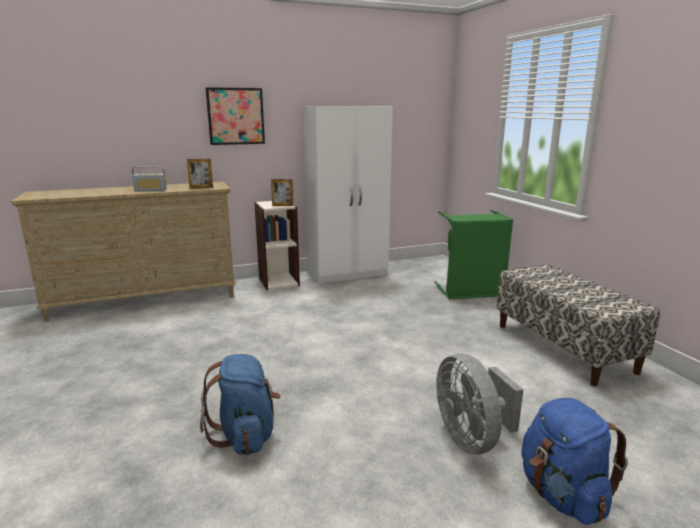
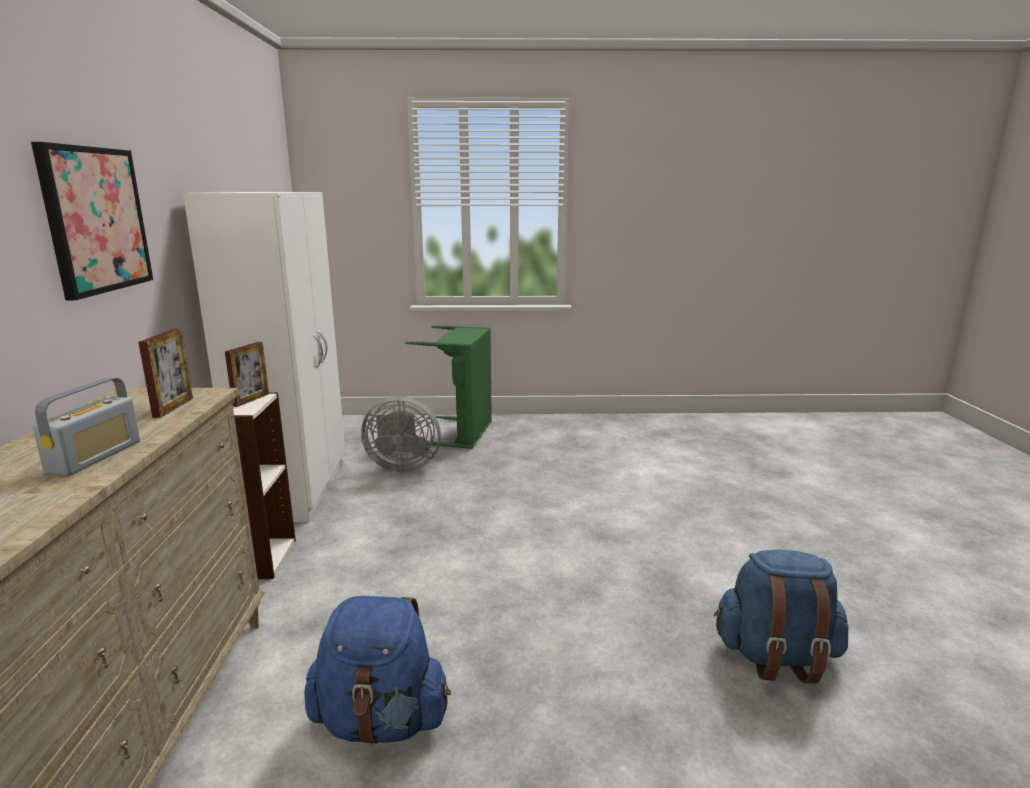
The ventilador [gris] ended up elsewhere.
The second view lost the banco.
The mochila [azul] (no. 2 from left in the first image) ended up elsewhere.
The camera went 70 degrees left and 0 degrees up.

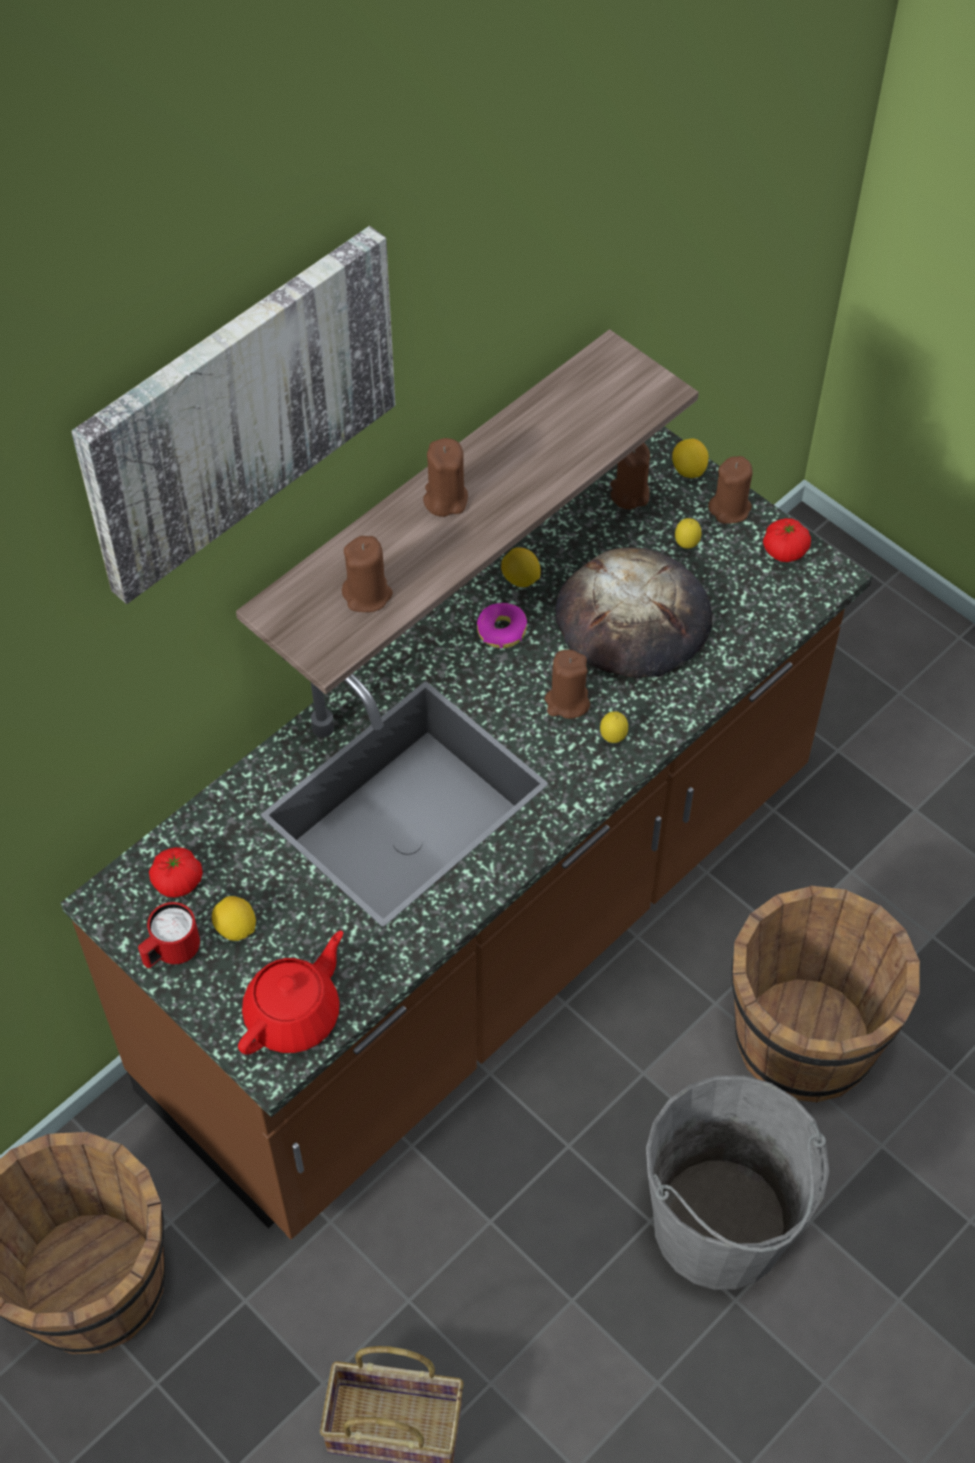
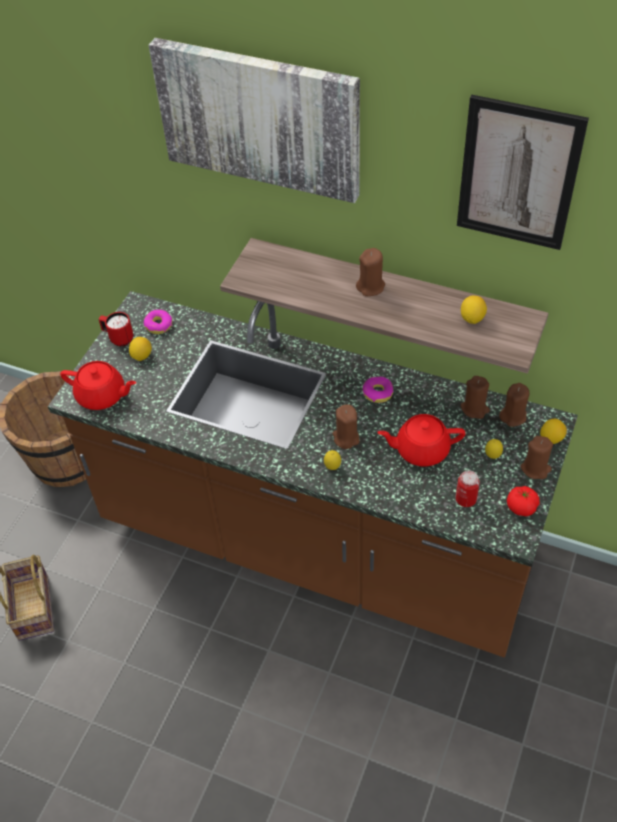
Where the tomate (no. 1 from left) stood, the rosquilla (no. 1 from left) came to stand.
The vela [marrón] (no. 1 from left in the first image) ended up elsewhere.
The limón (no. 2 from left in the first image) ended up elsewhere.
Where the pan stood, the tetera [rojo] (no. 2 from left) came to stand.
The second view lost the cubo [gris].
The second view lost the cubo [marrón] (no. 2 from left).
The second view gained the lata.
The second view gained the cuadro (no. 2 from left).
The camera went 70 degrees right and 5 degrees down.

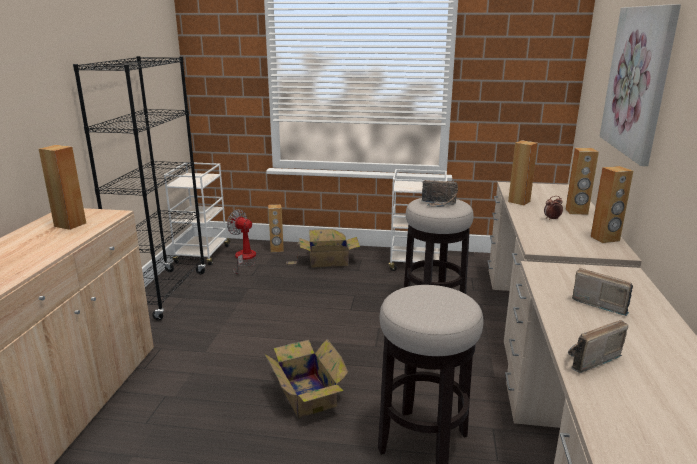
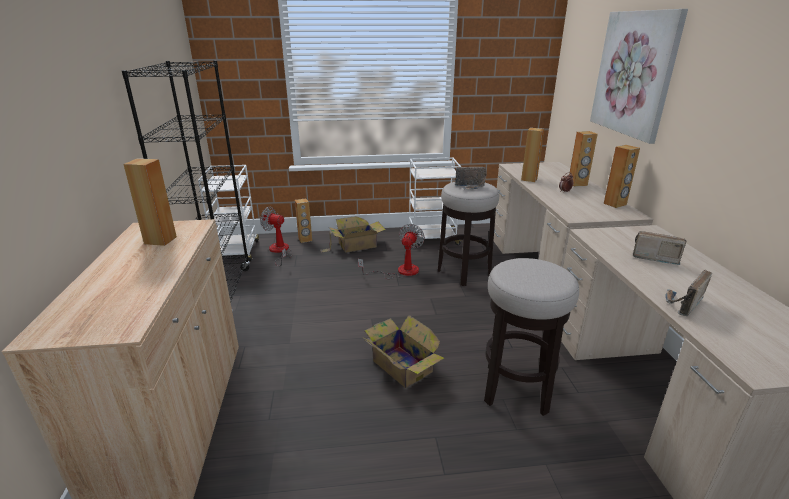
The second view gained the ventilador (no. 2 from left).
The camera went 15 degrees left and 5 degrees up.

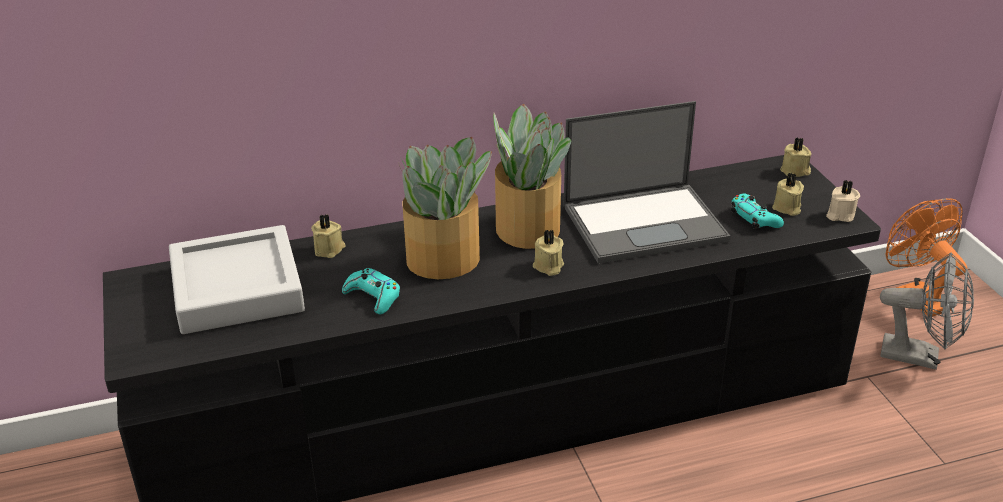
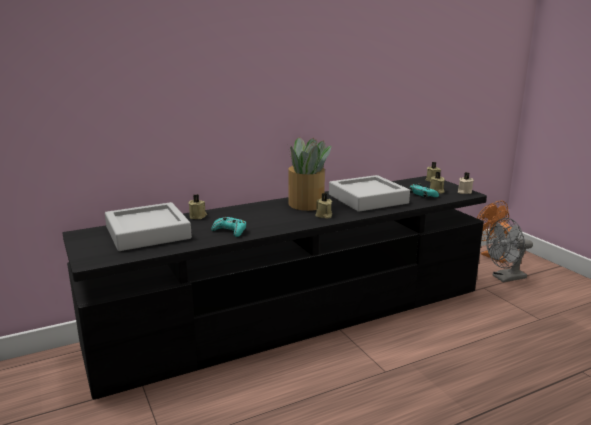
The second view lost the planta en maceta (no. 1 from left).
Where the portátil stood, the bandeja [gris] (no. 2 from left) came to stand.
The ventilador [gris] ended up facing another way, 150 degrees clockwise from before.
The camera went 10 degrees left and 15 degrees down.

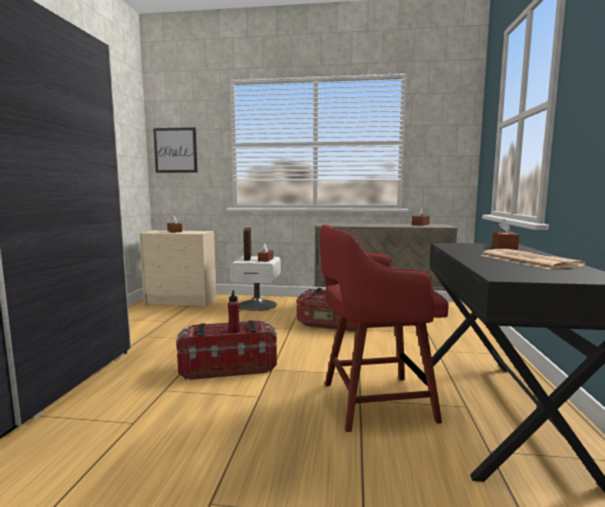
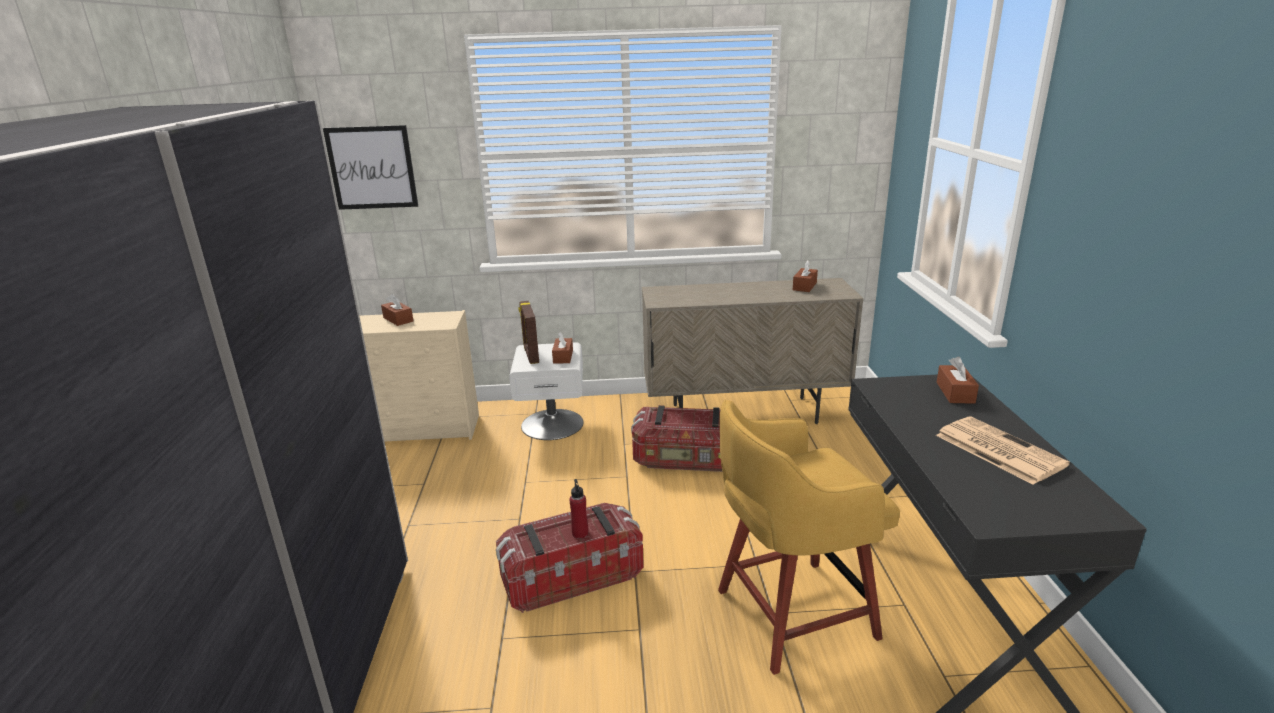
What was the taburete [rojo] turned into the taburete [amarillo].
The camera went 10 degrees left and 15 degrees up.

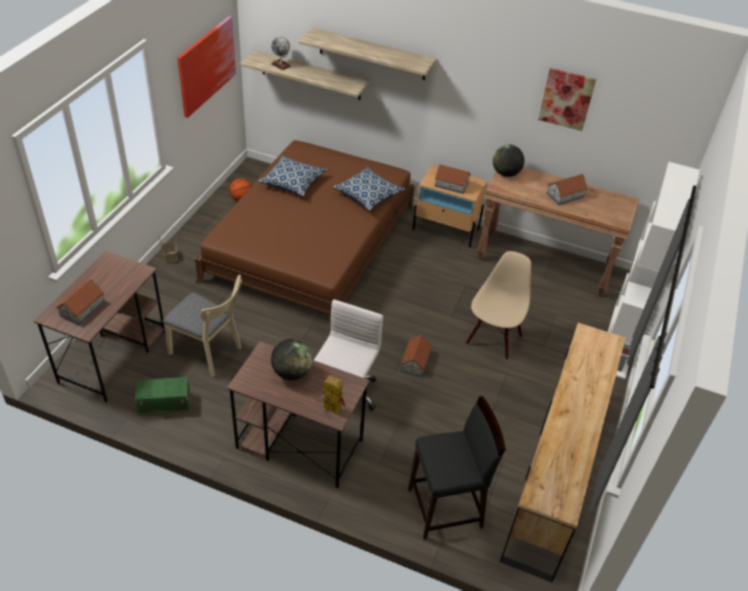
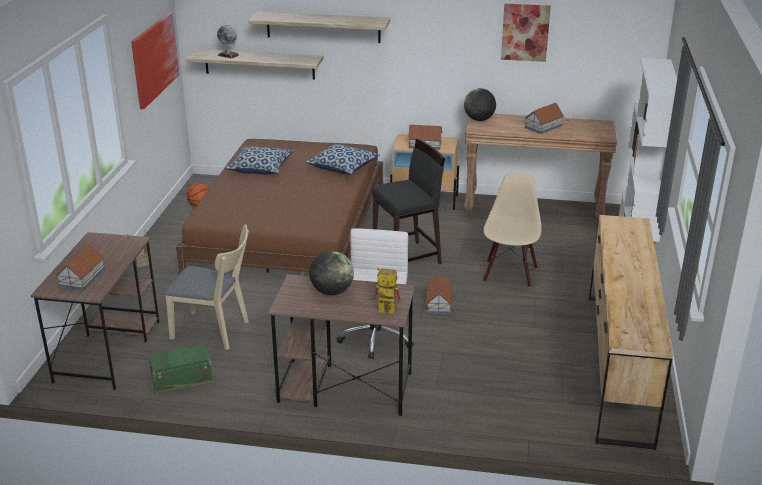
The taburete [negro] ended up elsewhere.
The camera went 10 degrees left and 15 degrees down.

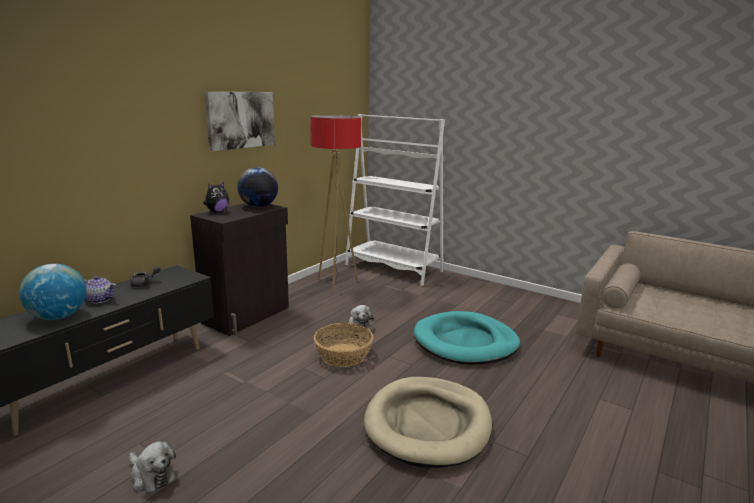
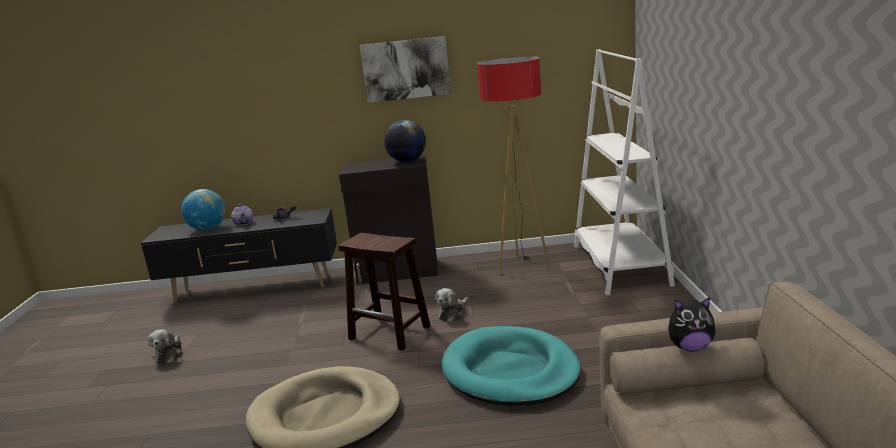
The peluche (no. 2 from left in the first image) ended up elsewhere.
Where the cesta stood, the taburete [marrón] came to stand.
The camera went 55 degrees right and 0 degrees up.

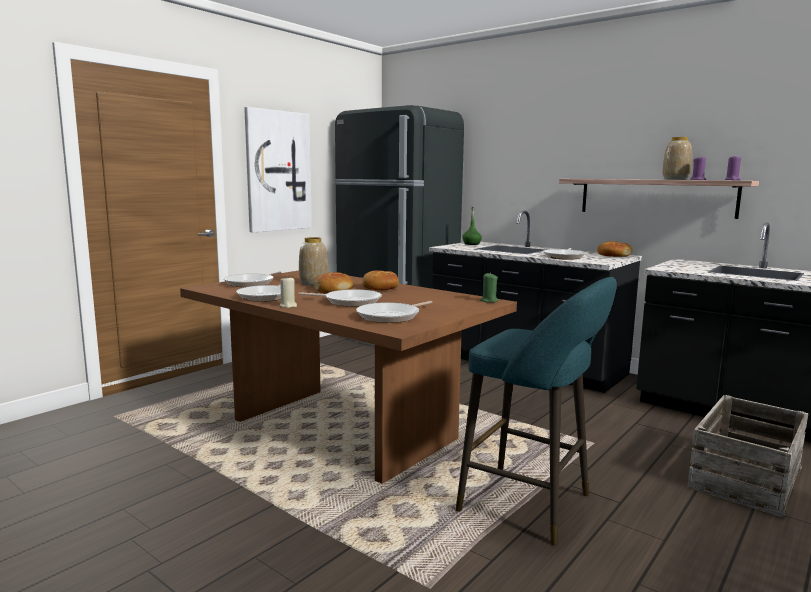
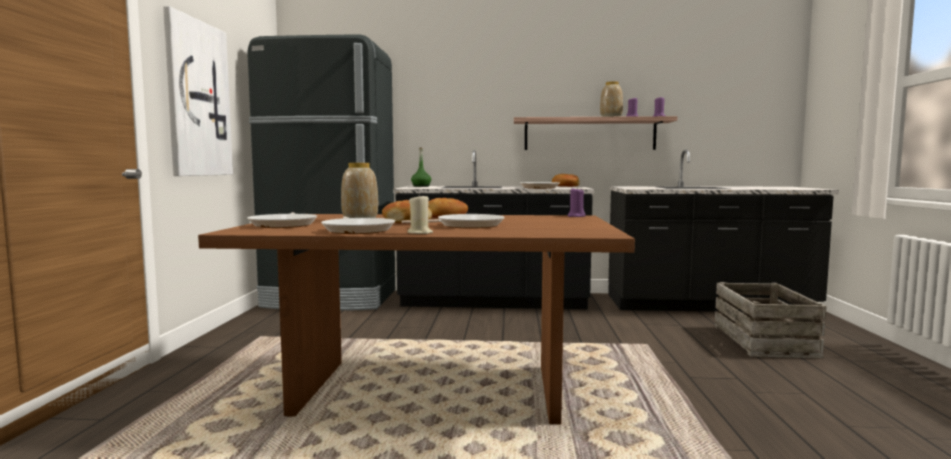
The second view lost the sartén (no. 4 from left).
The second view lost the taburete [turquesa].
What was the vela [verde] turned into the vela [morado] (no. 1 from left).
The camera went 35 degrees left and 5 degrees down.

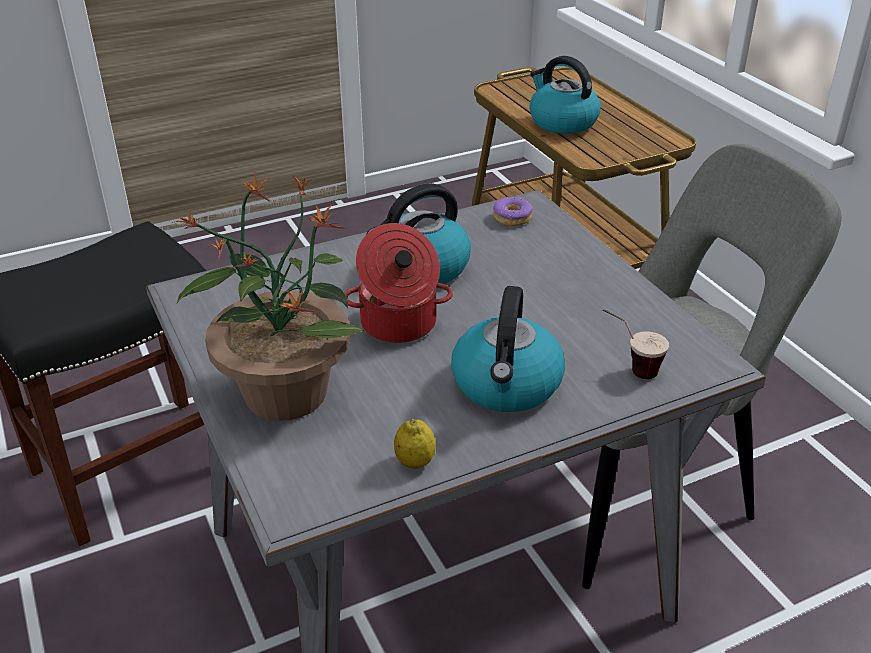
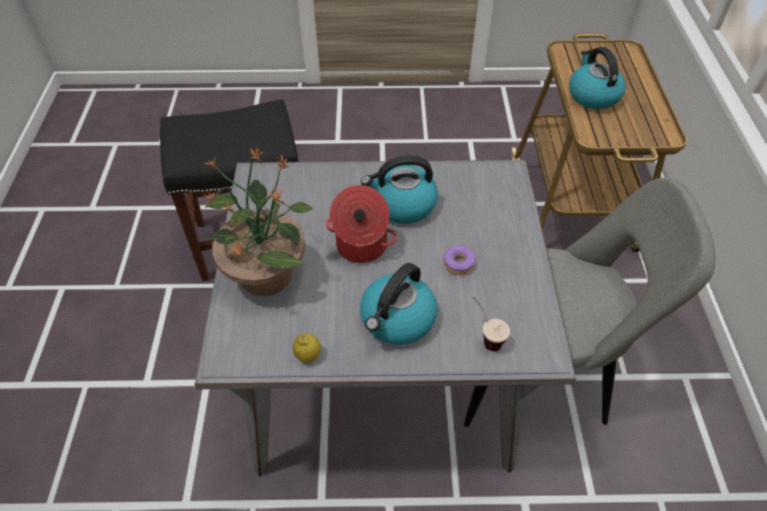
The rosquilla ended up elsewhere.
The camera went 25 degrees right and 15 degrees up.

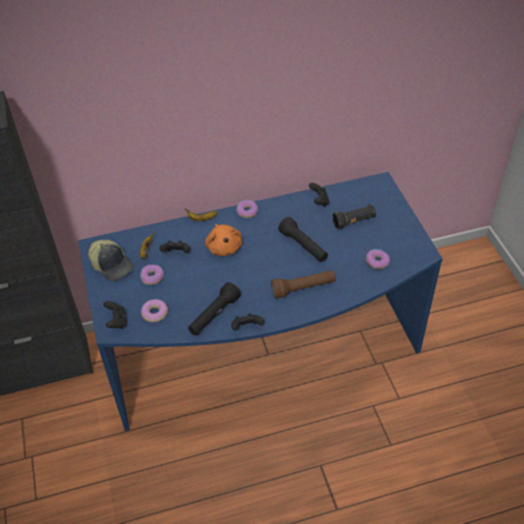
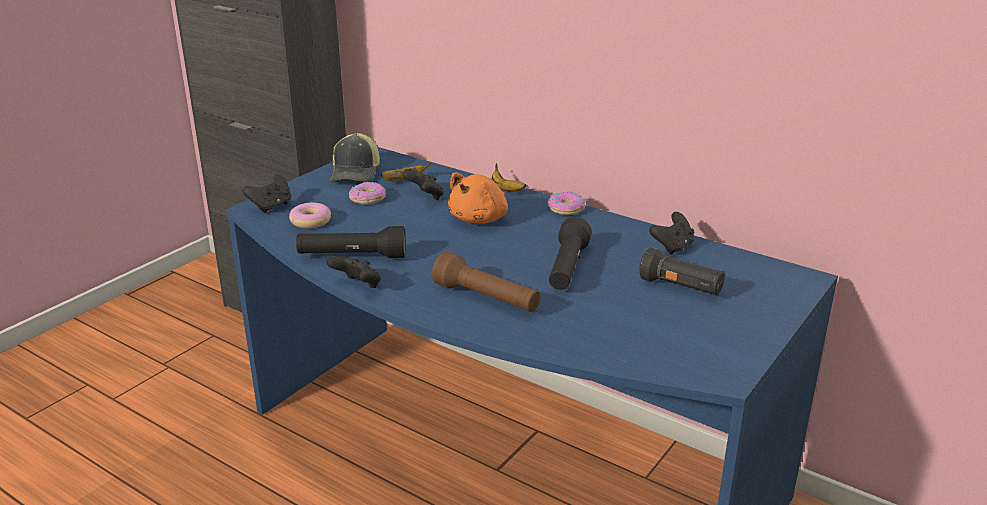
The second view lost the rosquilla (no. 4 from left).
The camera went 50 degrees right and 20 degrees down.

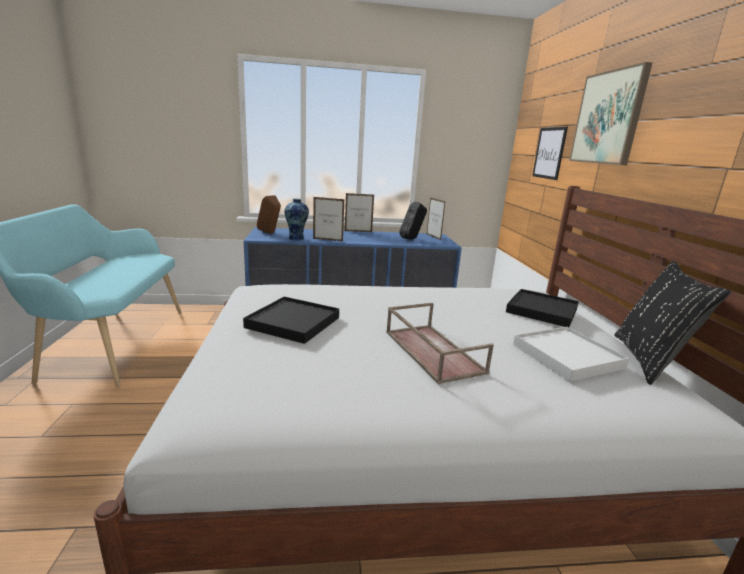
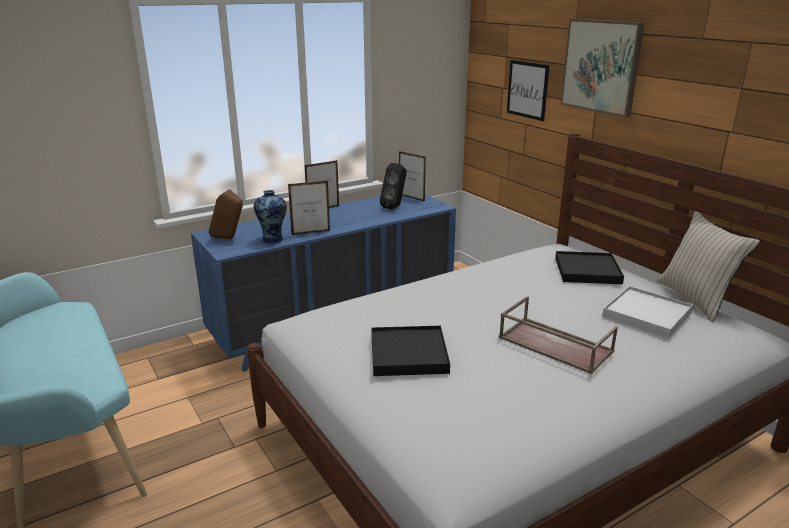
What was the cojín [negro] turned into the cojín [beis].
The camera went 25 degrees left and 5 degrees up.

